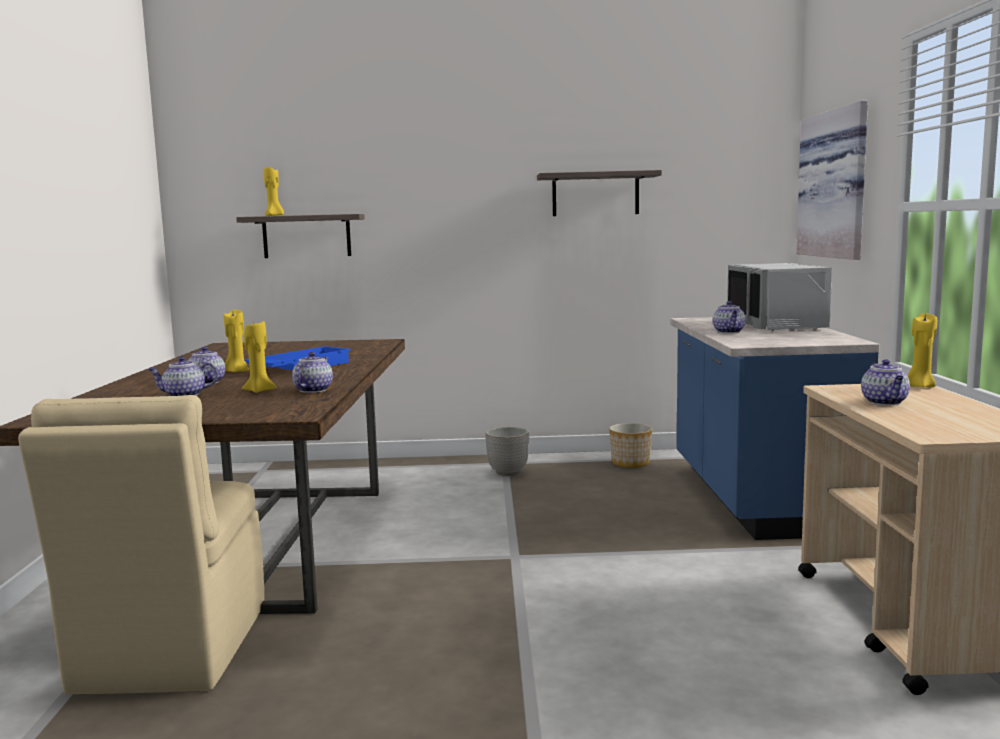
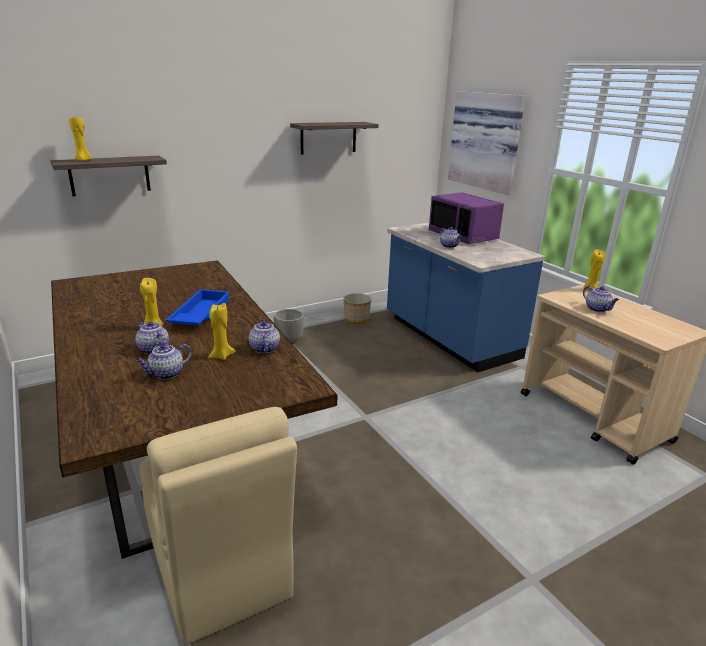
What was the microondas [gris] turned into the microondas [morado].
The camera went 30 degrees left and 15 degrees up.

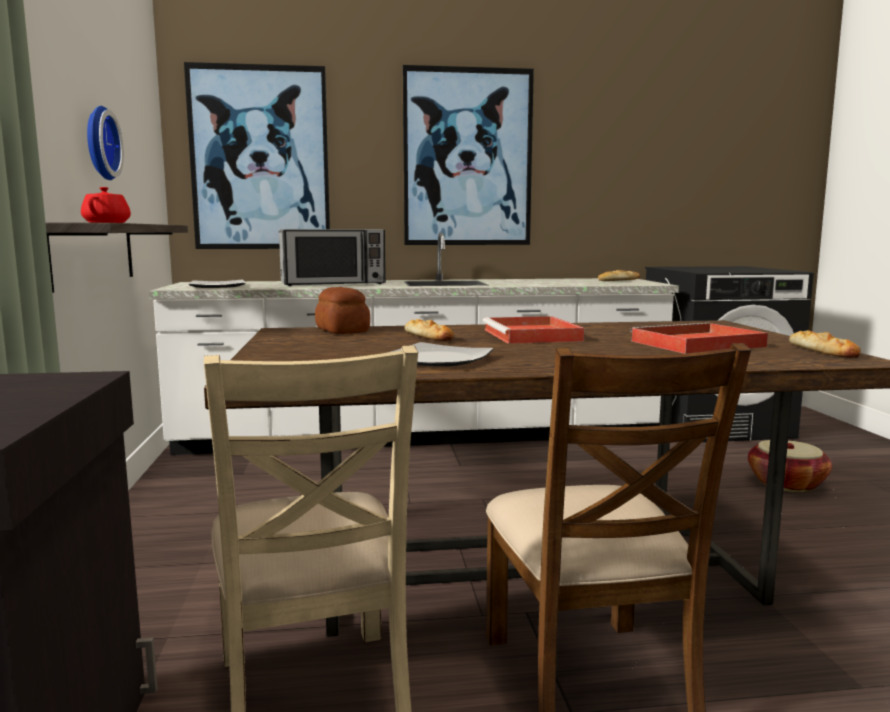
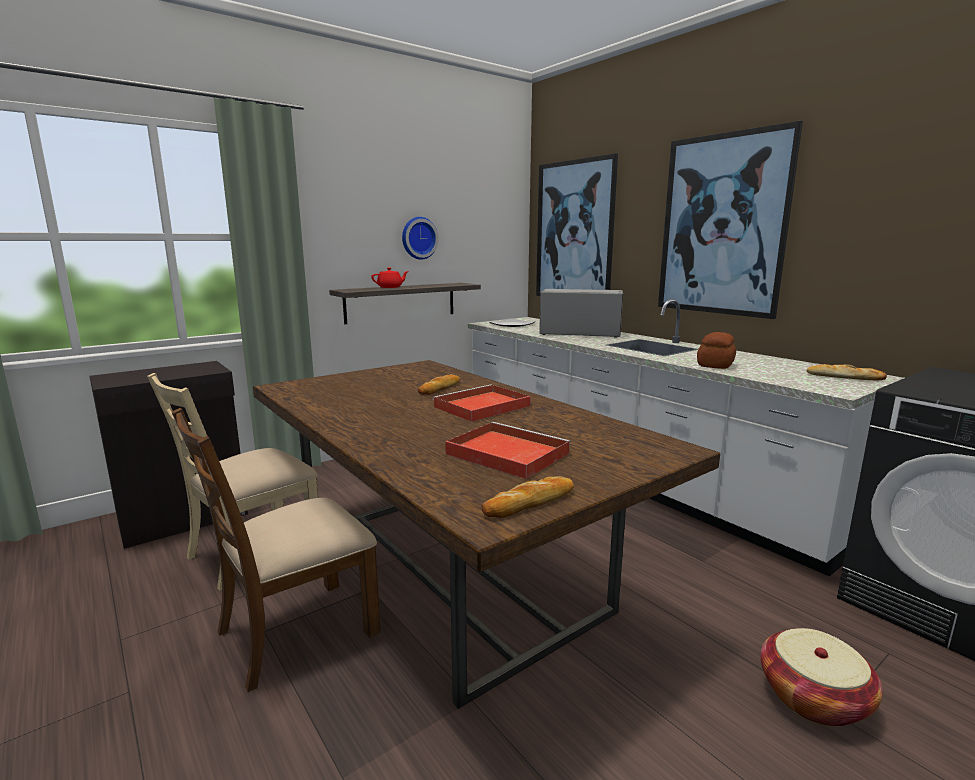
The microondas ended up facing another way, 150 degrees clockwise from before.
The pan (no. 1 from left in the first image) ended up elsewhere.
The second view lost the plato (no. 2 from left).
The camera went 60 degrees right and 5 degrees up.

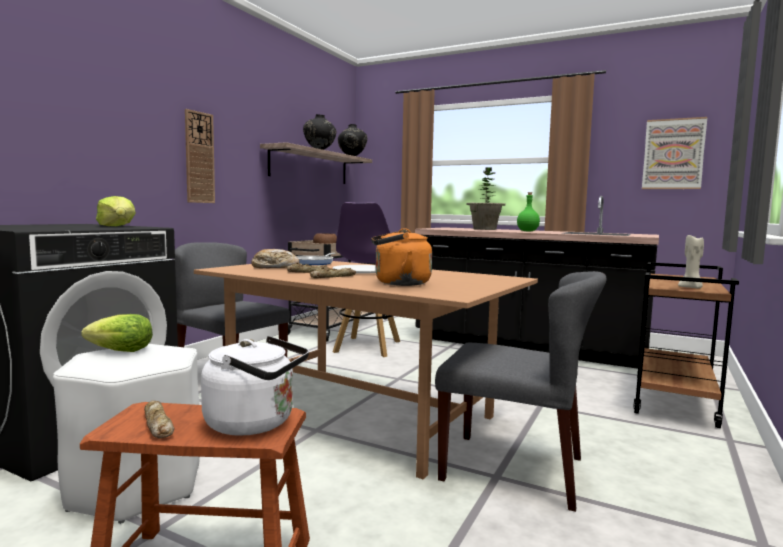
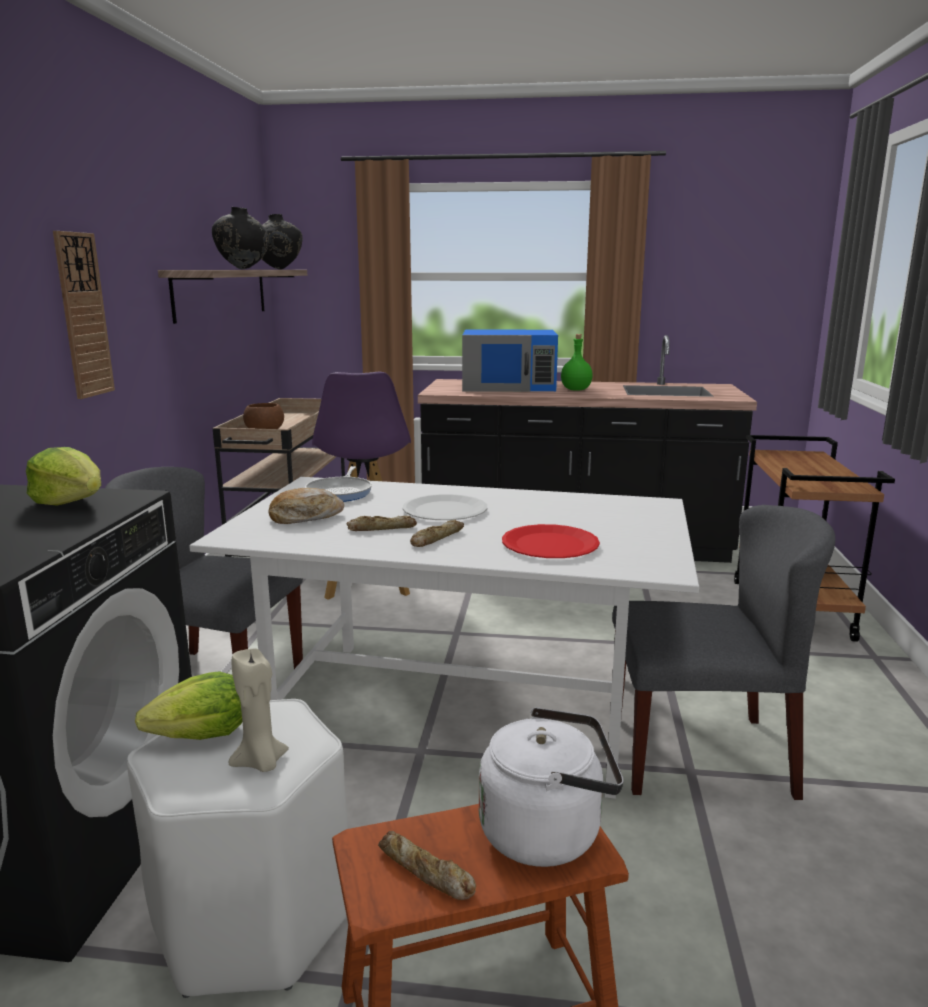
What was the mesa de comedor [marrón] turned into the mesa de comedor [blanco].
Where the hervidor [naranja] stood, the plato [rojo] came to stand.
Where the planta en maceta stood, the microondas [azul] came to stand.
The second view lost the cuadro.
The vela [beis] ended up elsewhere.
The camera went 20 degrees left and 10 degrees up.

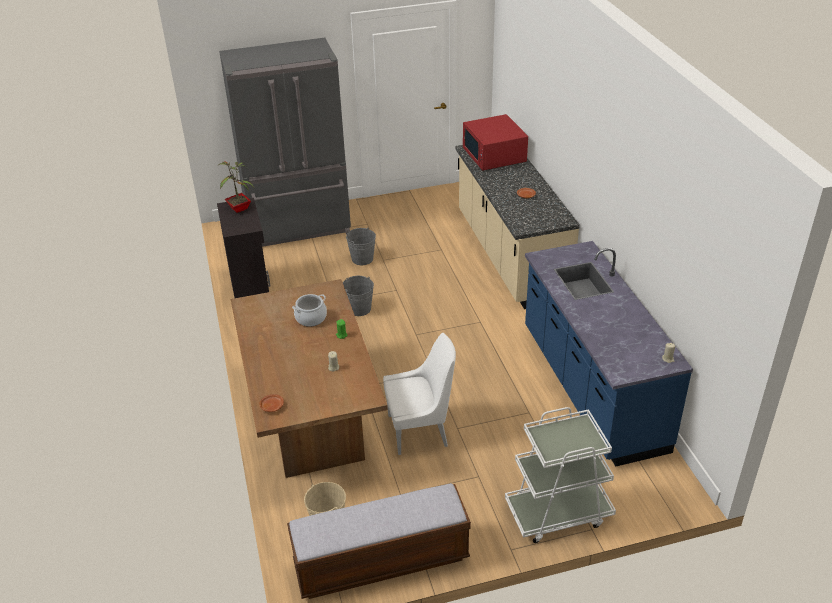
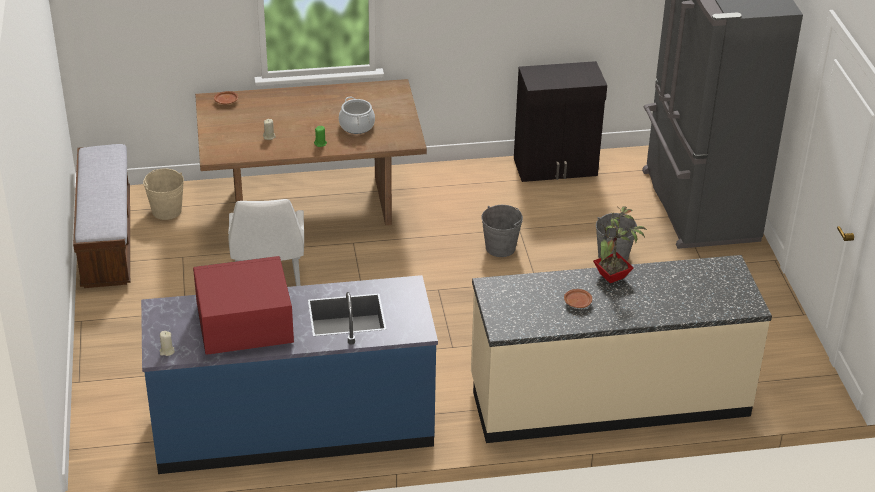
The planta en maceta ended up elsewhere.
The microondas [rojo] ended up elsewhere.
The second view lost the carrito [blanco].
The camera went 95 degrees right and 0 degrees up.

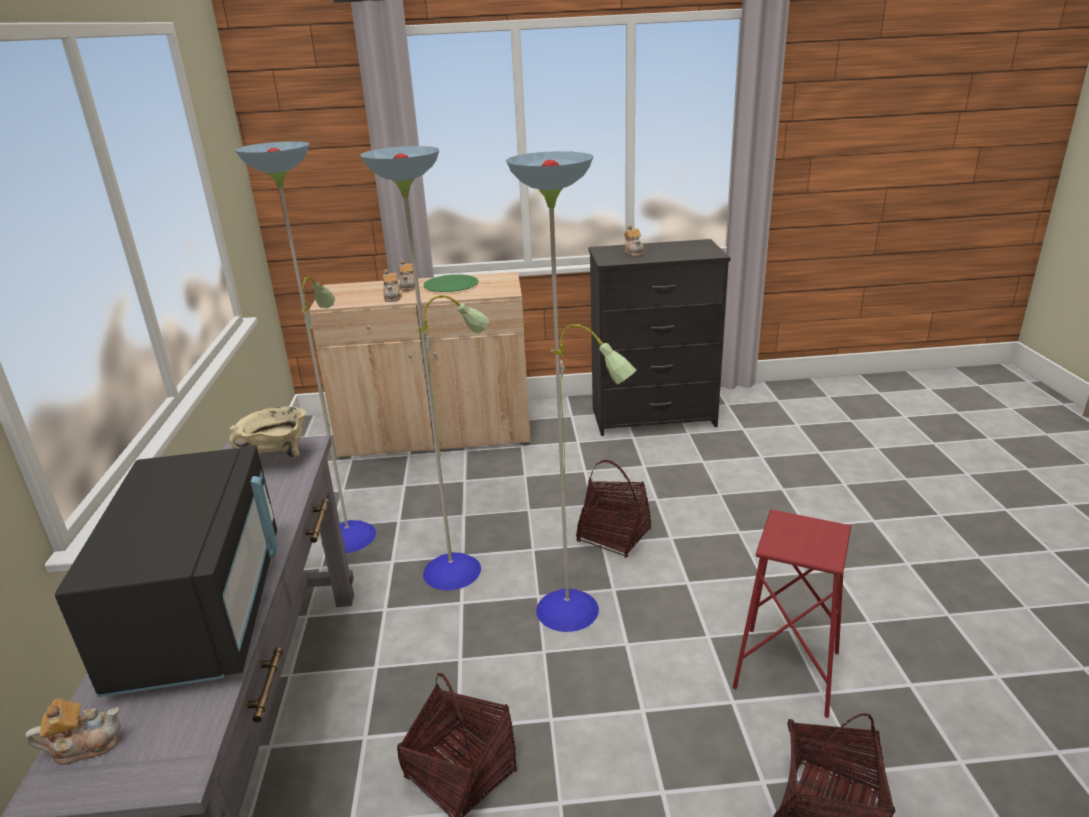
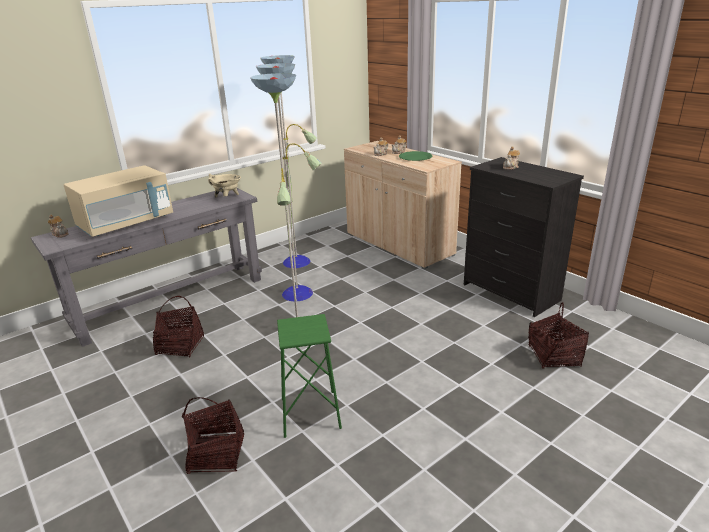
What was the microondas [negro] turned into the microondas [beis].
The cesta (no. 2 from left in the first image) ended up elsewhere.
What was the taburete [rojo] turned into the taburete [verde].
The camera went 55 degrees right and 0 degrees up.

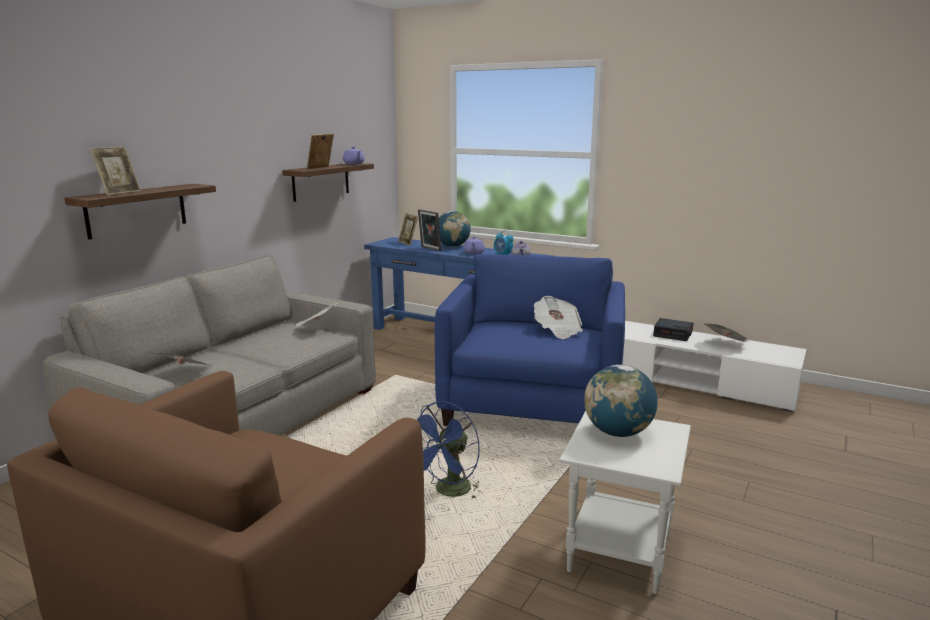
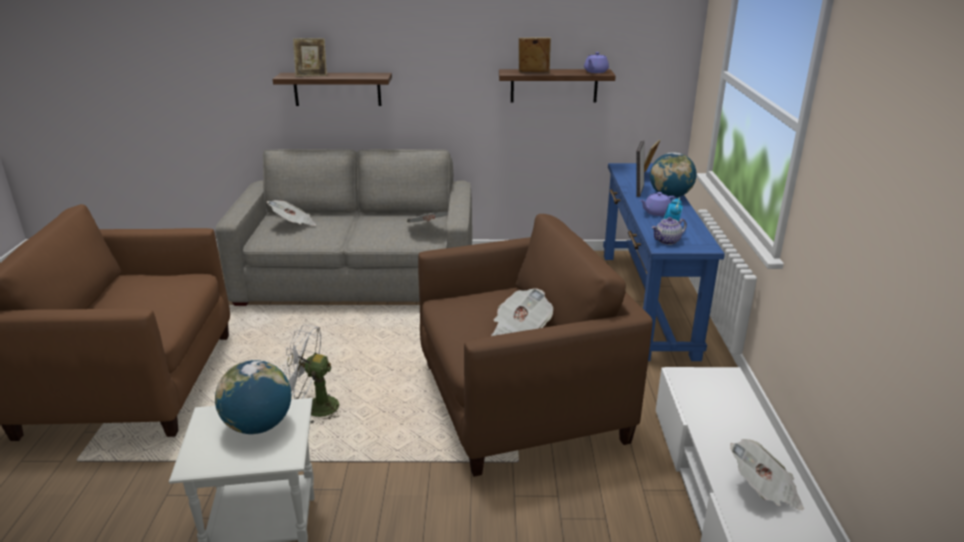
What was the ventilador [azul] turned into the ventilador [blanco].
What was the sillón [azul] turned into the sillón [marrón] (no. 2 from left).
The second view lost the despertador (no. 2 from left).
The camera went 60 degrees right and 10 degrees up.

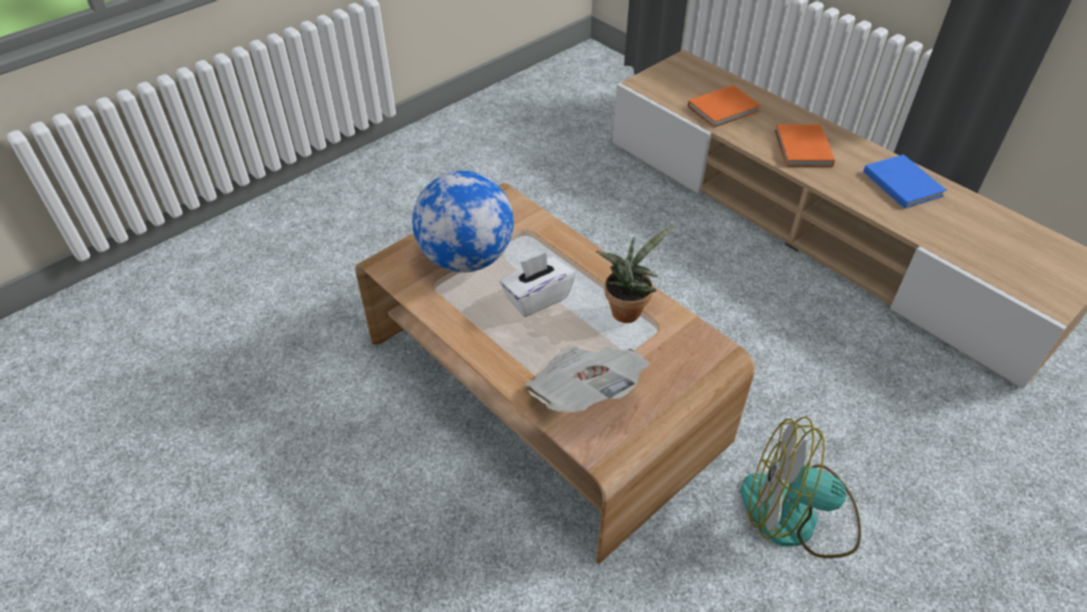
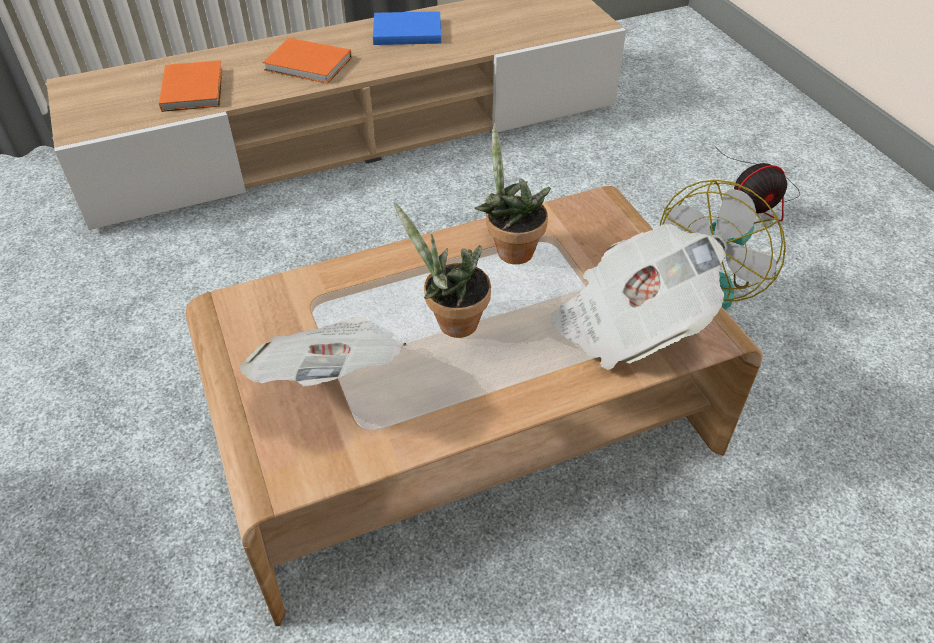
Where the globo terráqueo stood, the periódico (no. 1 from left) came to stand.
Where the caja de pañuelos [blanco] stood, the planta en maceta (no. 1 from left) came to stand.
The second view gained the ventilador (no. 2 from left).
The camera went 70 degrees left and 0 degrees up.

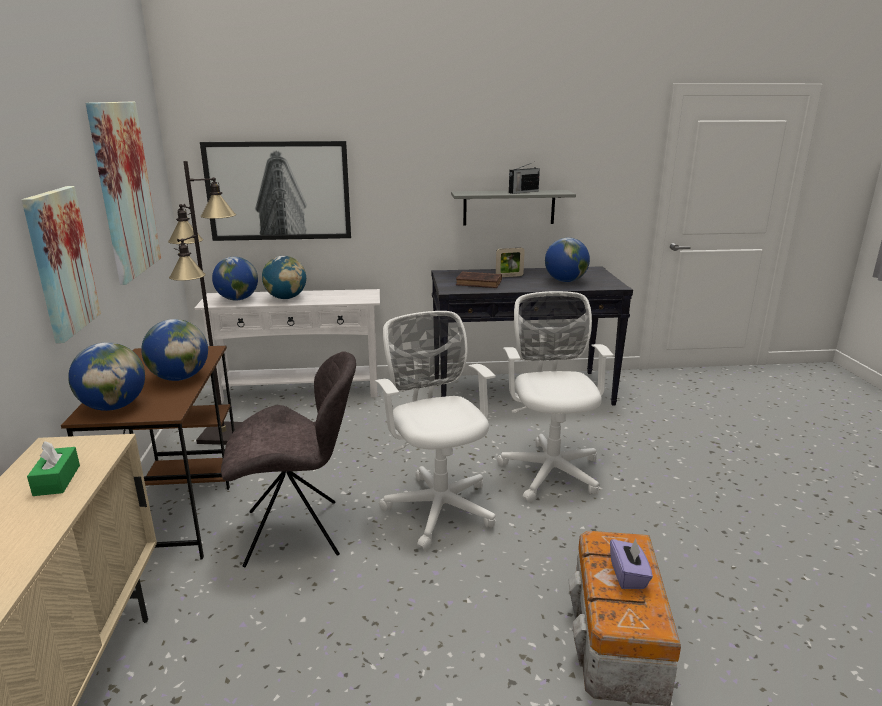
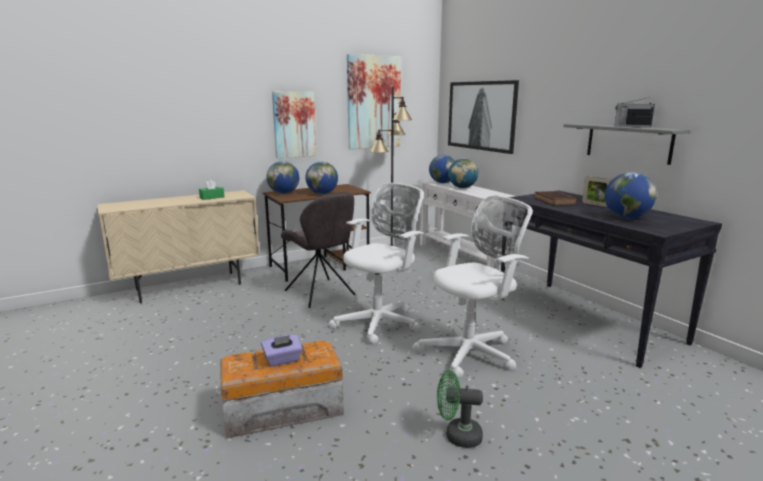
The second view gained the ventilador [verde].
The camera went 65 degrees right and 5 degrees down.

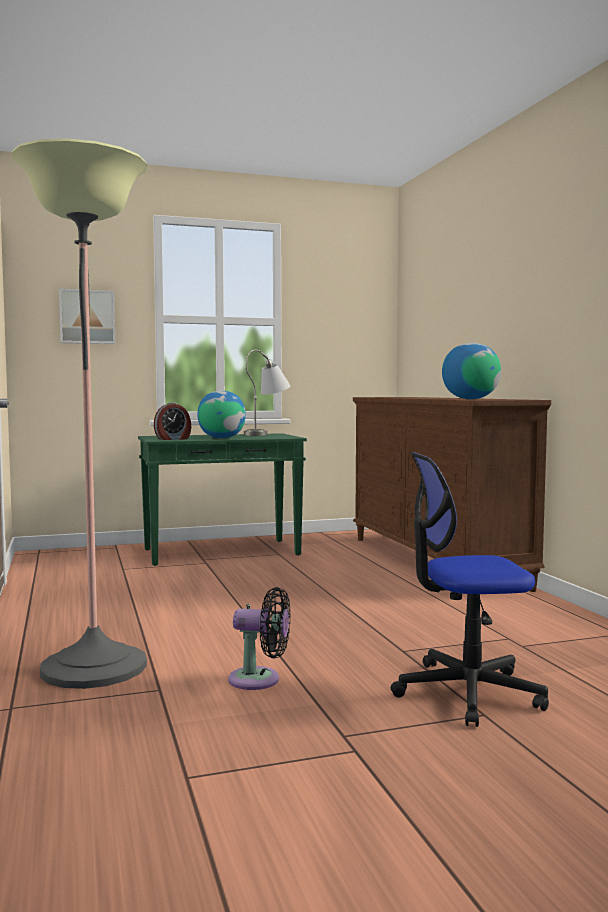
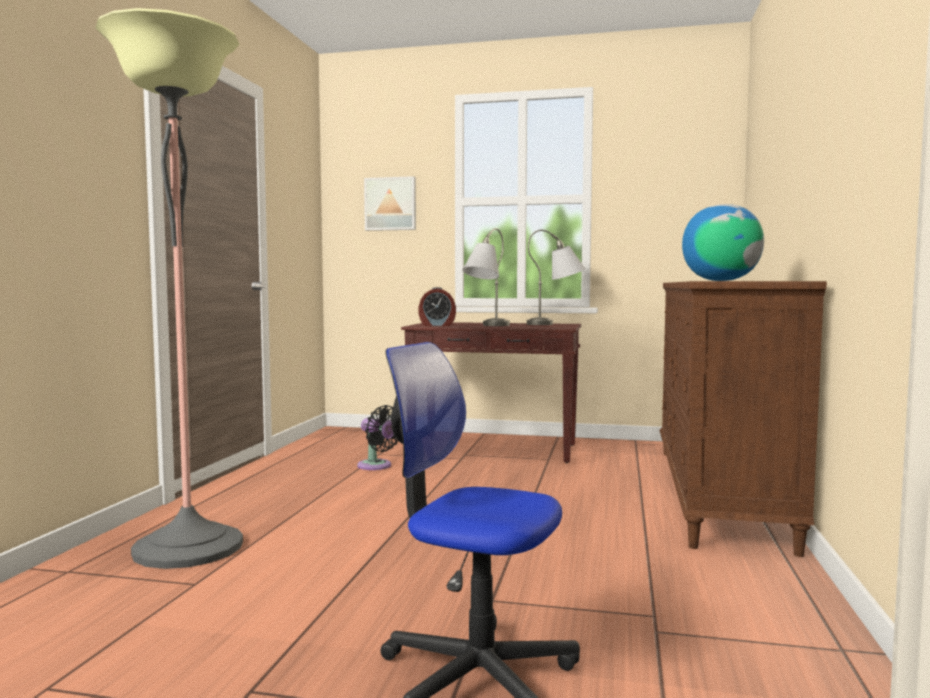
What was the mesa consola [verde] turned into the mesa consola [marrón].
Where the globo terráqueo (no. 1 from left) stood, the lámpara de mesa [gris] (no. 1 from left) came to stand.
The ventilador [negro] ended up elsewhere.
The camera went 30 degrees right and 0 degrees up.

